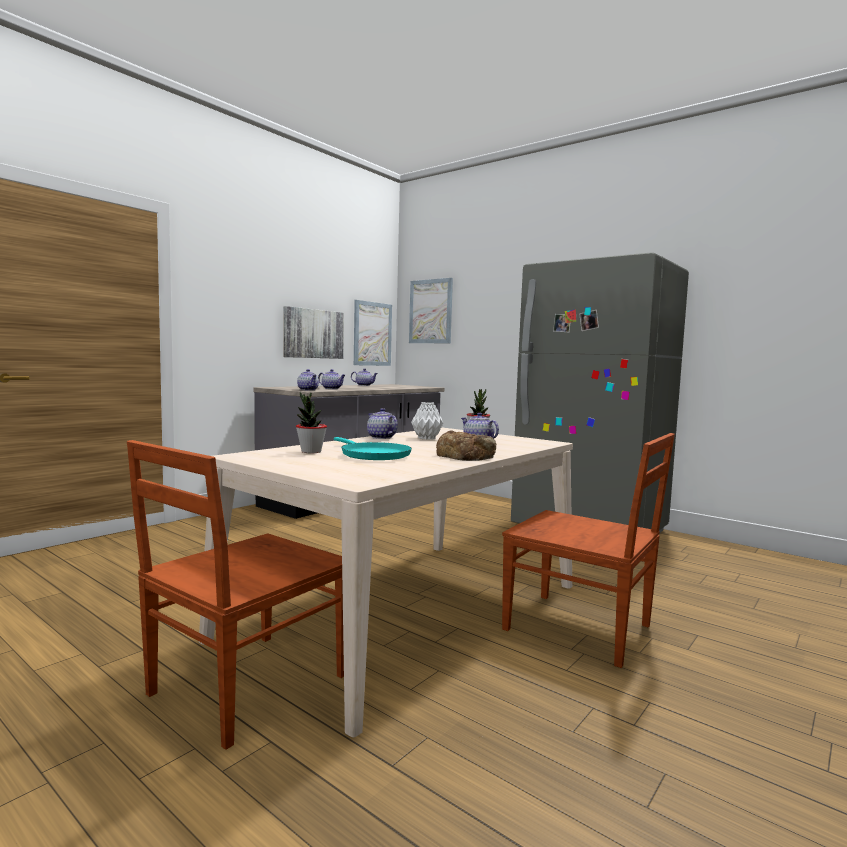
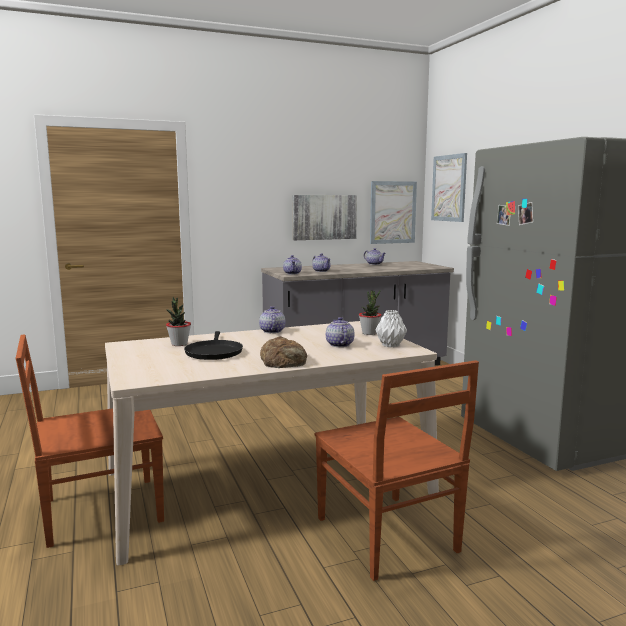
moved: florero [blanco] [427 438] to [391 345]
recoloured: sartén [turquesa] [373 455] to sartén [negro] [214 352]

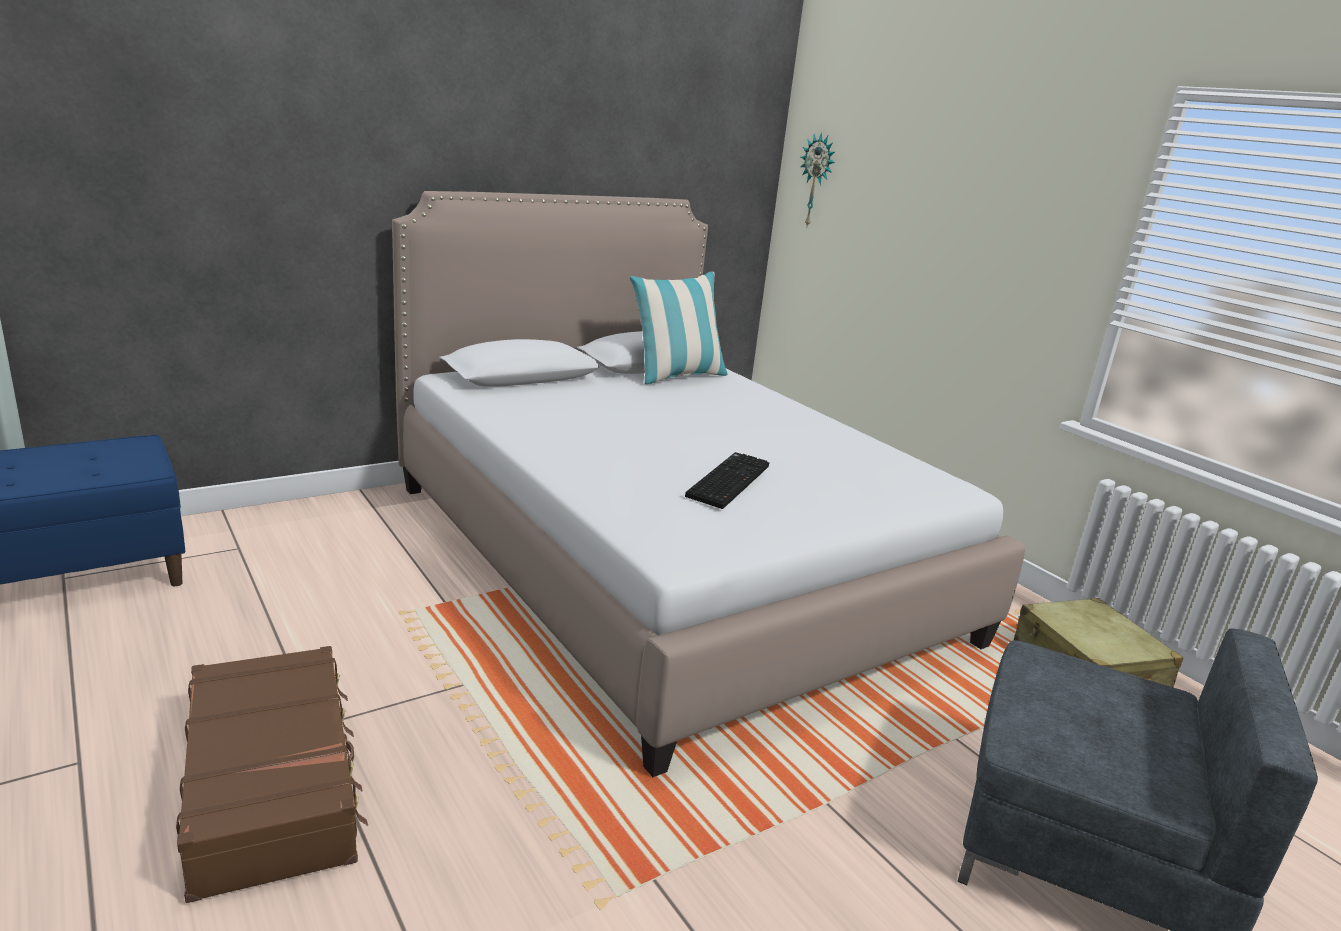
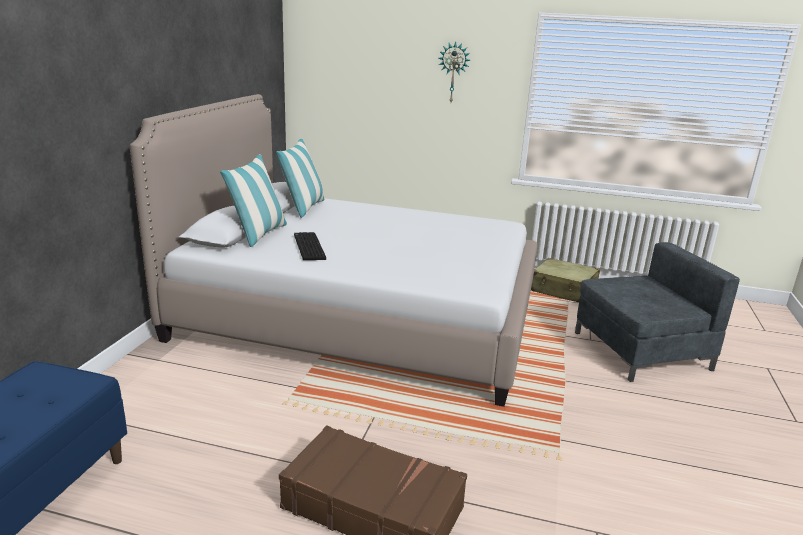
added: cojín [258 234]
moved: teclado [727 480] to [308 247]; reloj de pared [817 181] to [453 73]

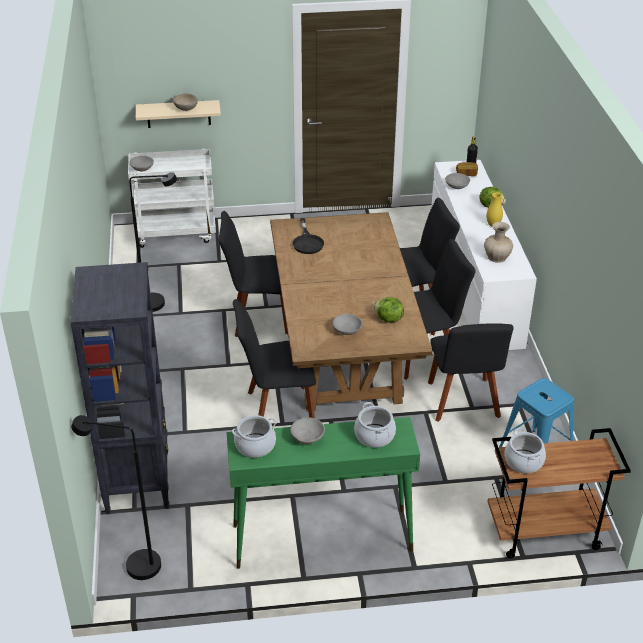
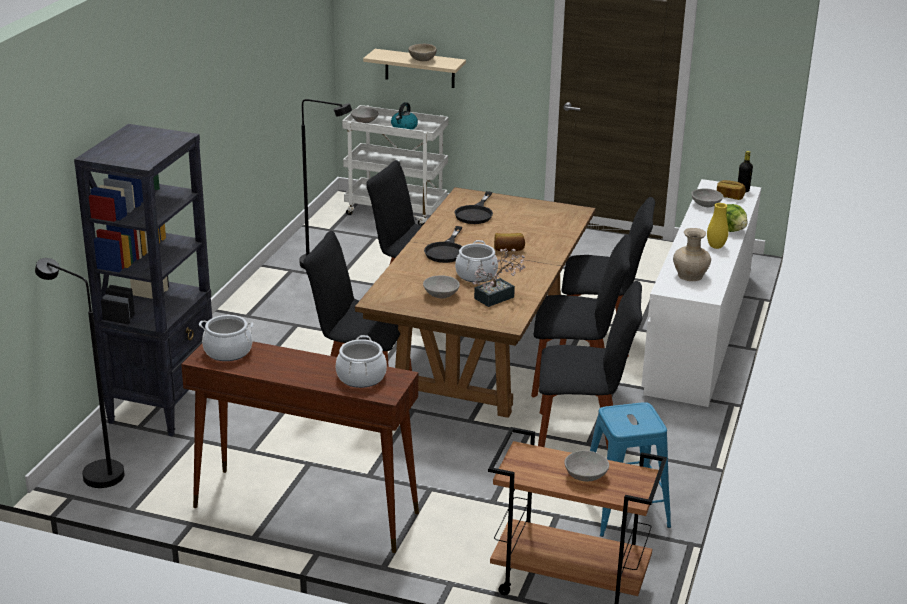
added: hervidor [404 127]; sartén [negro] [446 250]; pan [508 249]
moved: cuenco [gris] [307 438] to [585 476]; olla [523 461] to [476 275]
replaced: lechuga [388 319] to planta en maceta [498 296]
recoloured: mesa consola [verde] [321 538] to mesa consola [marrón] [304 509]
turned: silla [negro] [463 402] = [582 436] 105 degrees counterclockwise

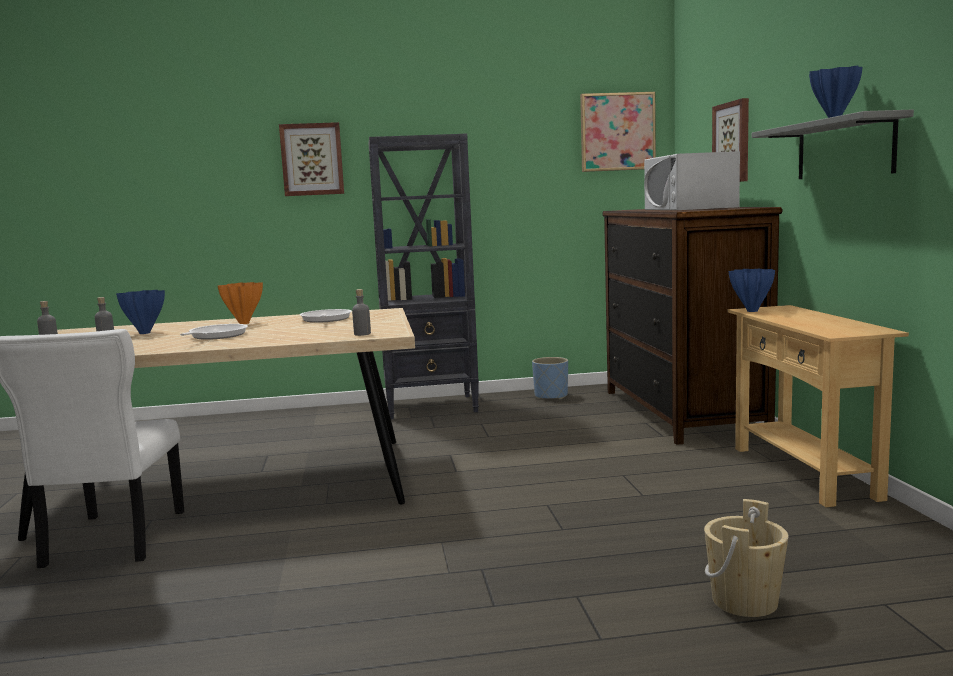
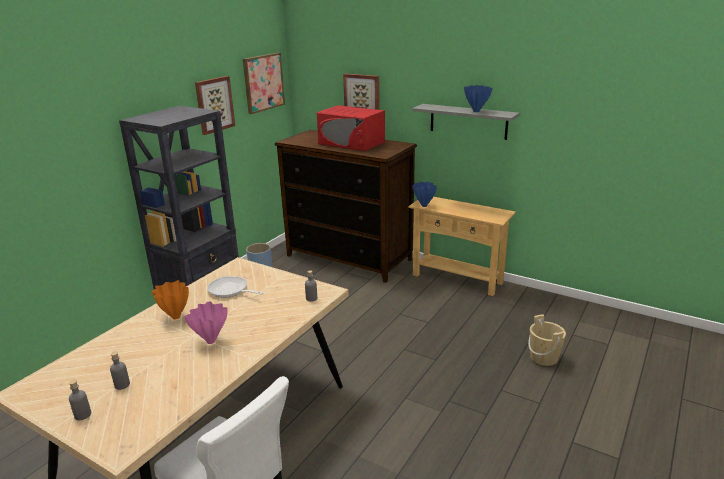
removed: florero [azul] [145 333]
moved: cuadro [312 159] to [214 104]
replaced: sartén [215 336] to florero [rosa] [212 341]
recoloured: microondas [blanco] [689 208] to microondas [rojo] [351 143]

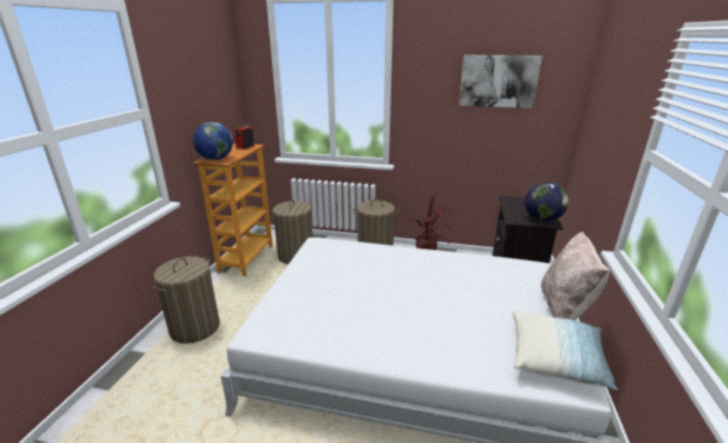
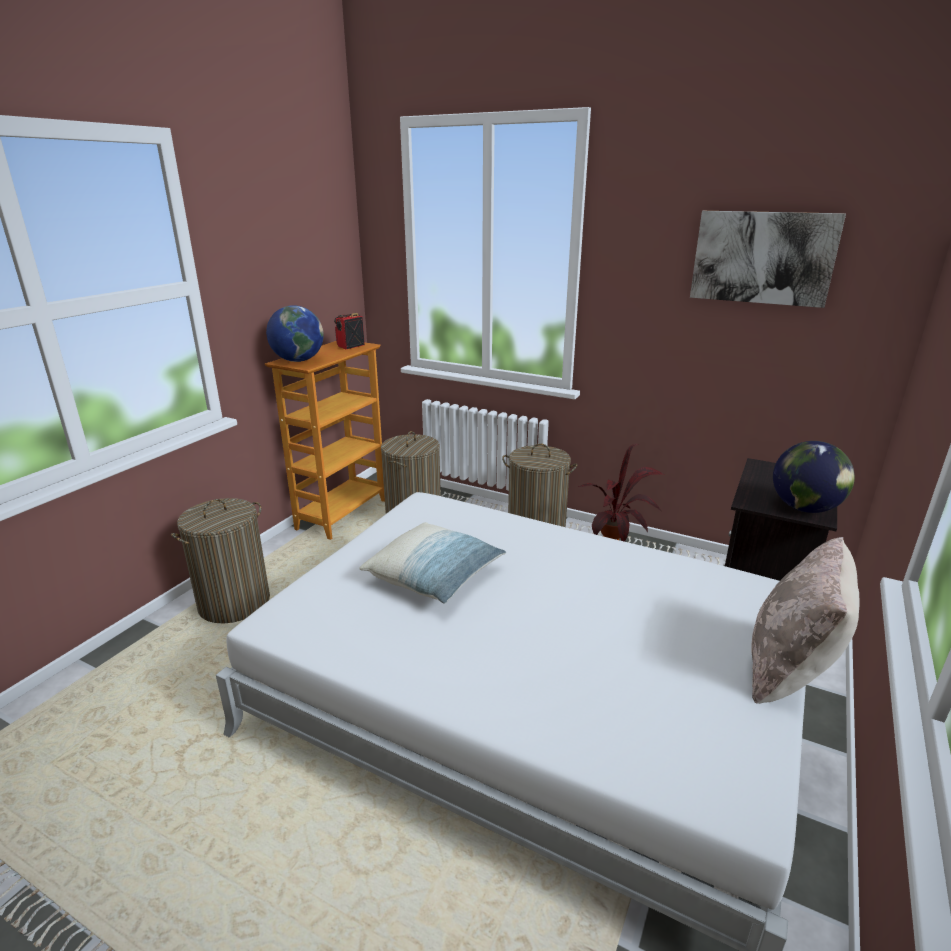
moved: cojín [555 359] to [434 577]

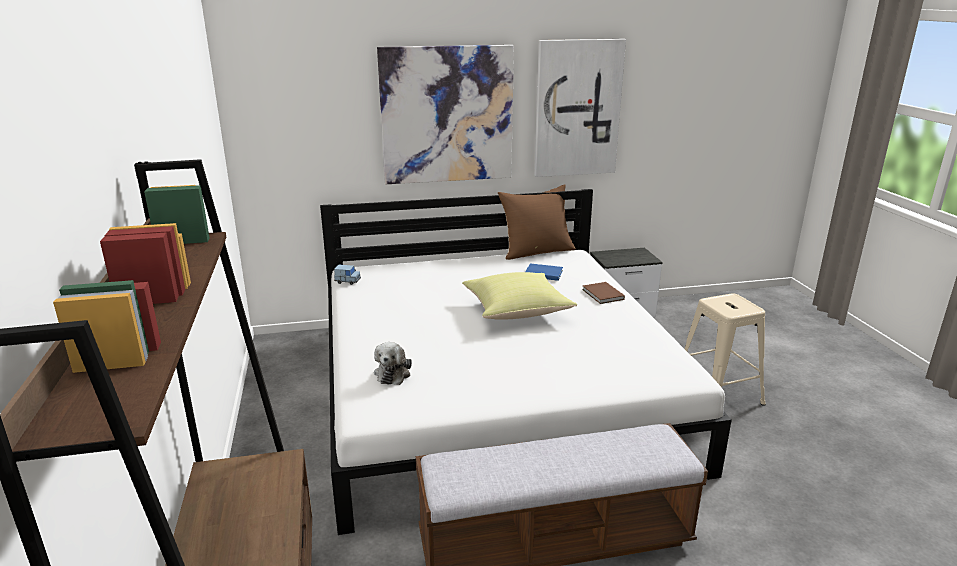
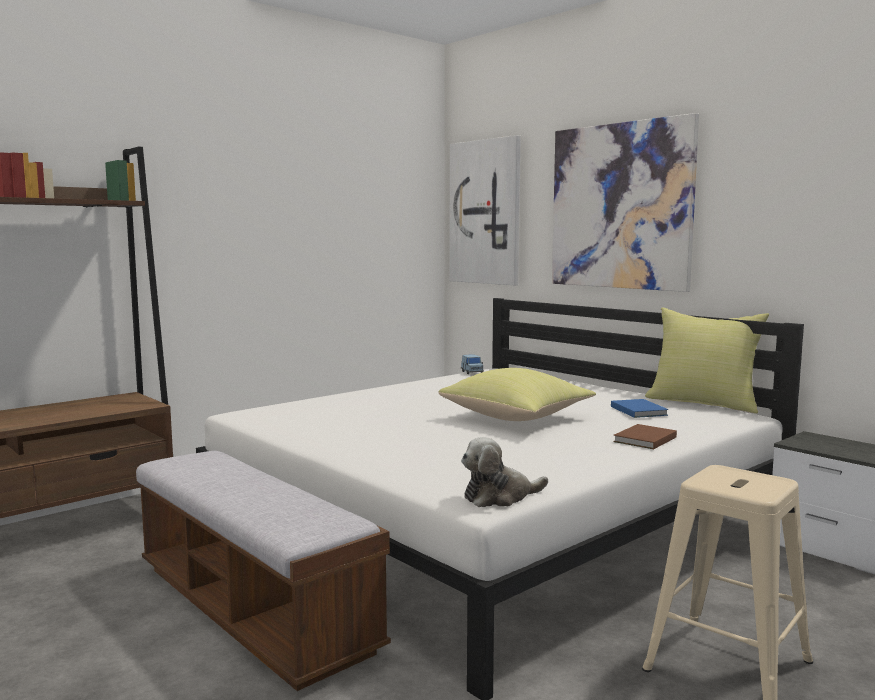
moved: peluche [393 373] to [499 497]; cuadro [577 108] to [485 212]
recoloured: cojín [marrón] [536 251] to cojín [amarillo] [703 403]

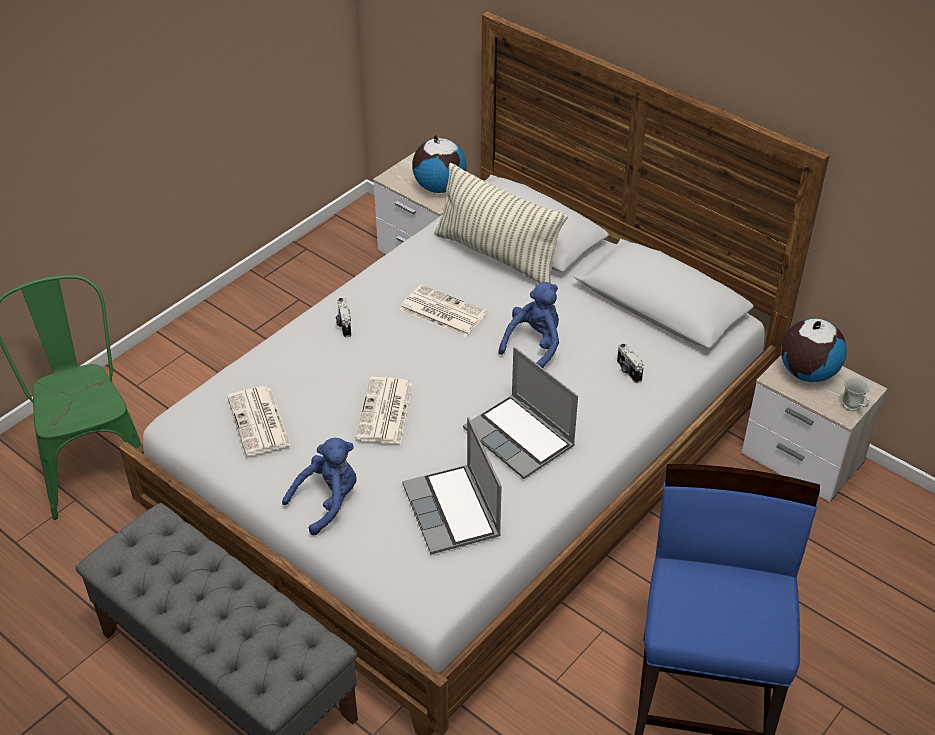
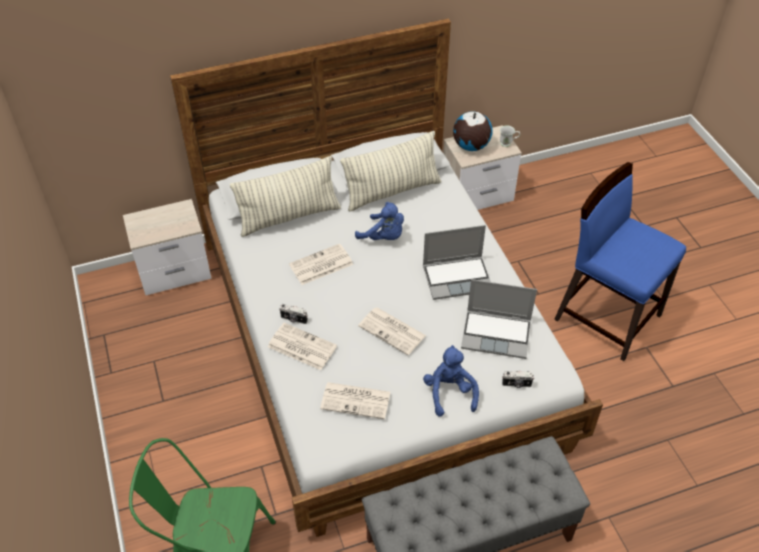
removed: globo terráqueo [439 187]
added: periódico [301 346]; cojín [392 191]
moved: cámara [628 371] to [516 384]
turned: peluche [azul] [534 345] = [383 237] 150 degrees clockwise

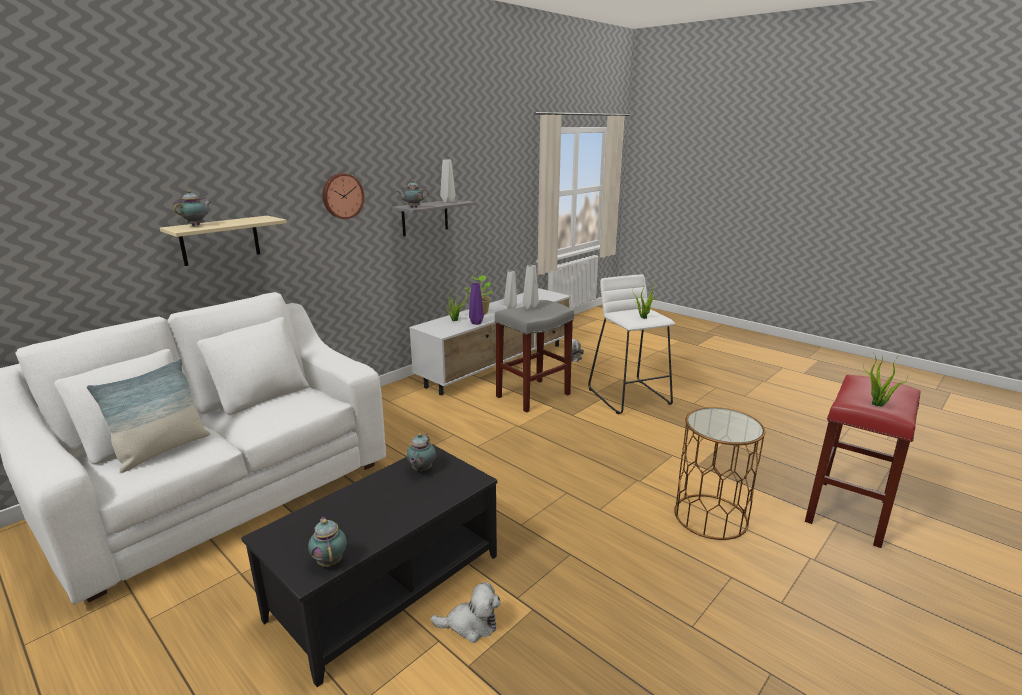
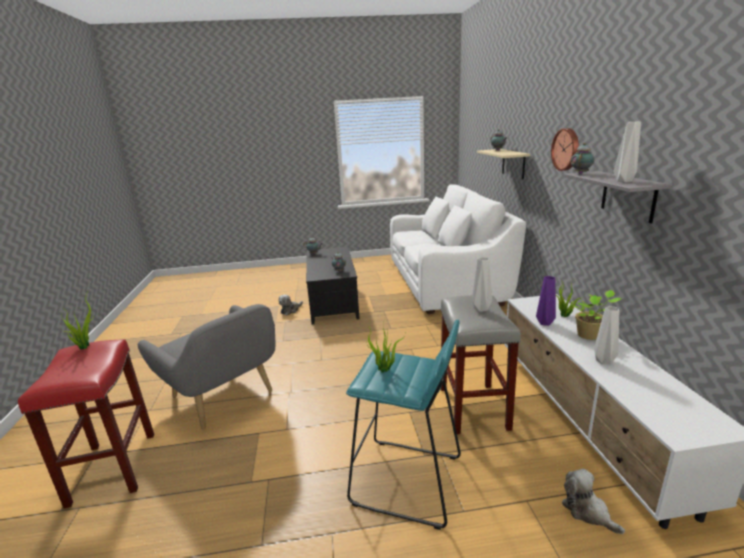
removed: cojín [162 451]
replaced: mesa auxiliar [marrón] [710 516] to sillón [gris] [224 398]
recoloured: taburete [blanco] [629 396] to taburete [turquesa] [407 481]

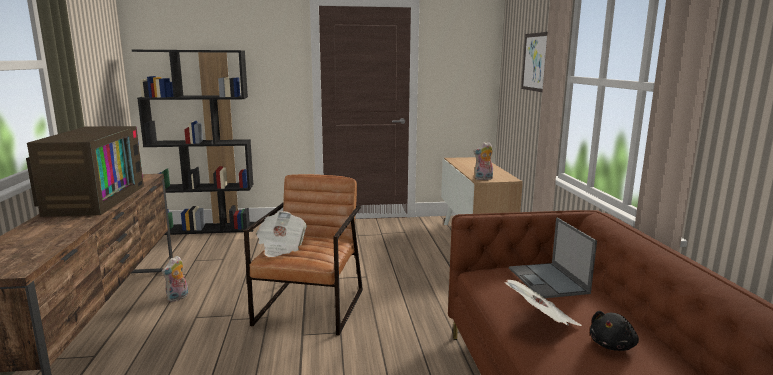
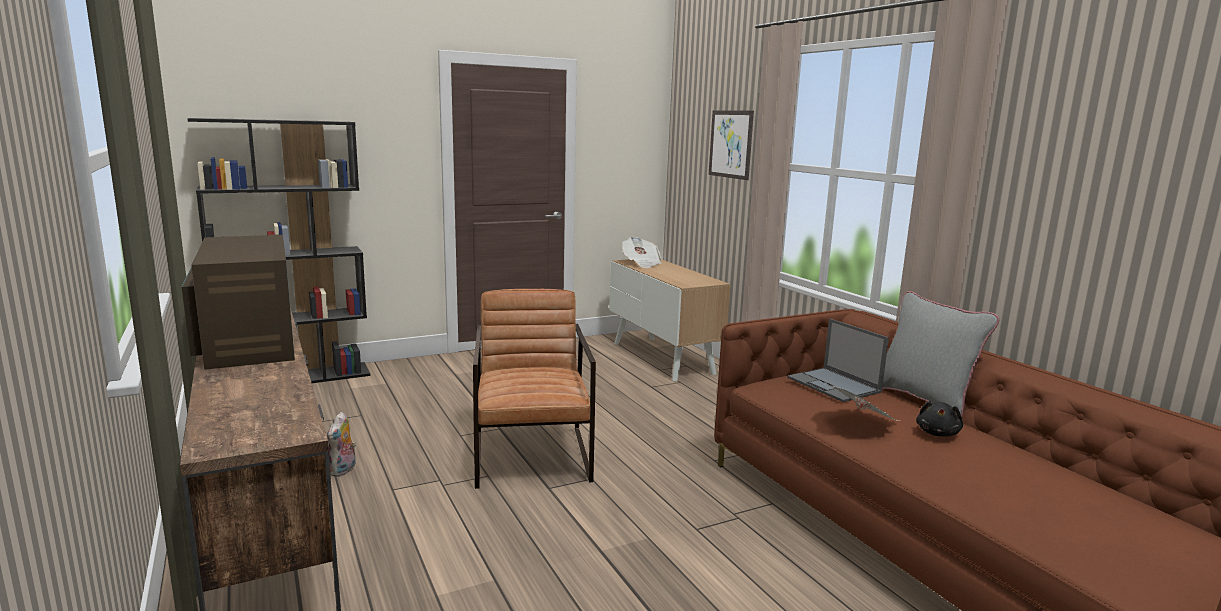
removed: peluche [483 179]
added: cojín [gris] [923 400]
moved: periódico [281 247] to [641 264]

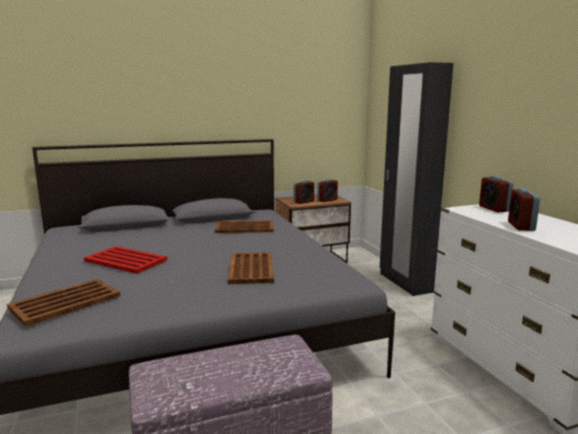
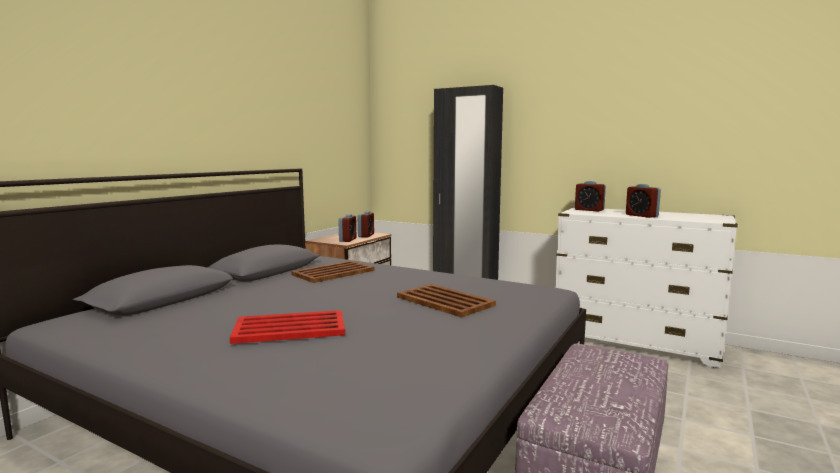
removed: bandeja [marrón] [64 302]

